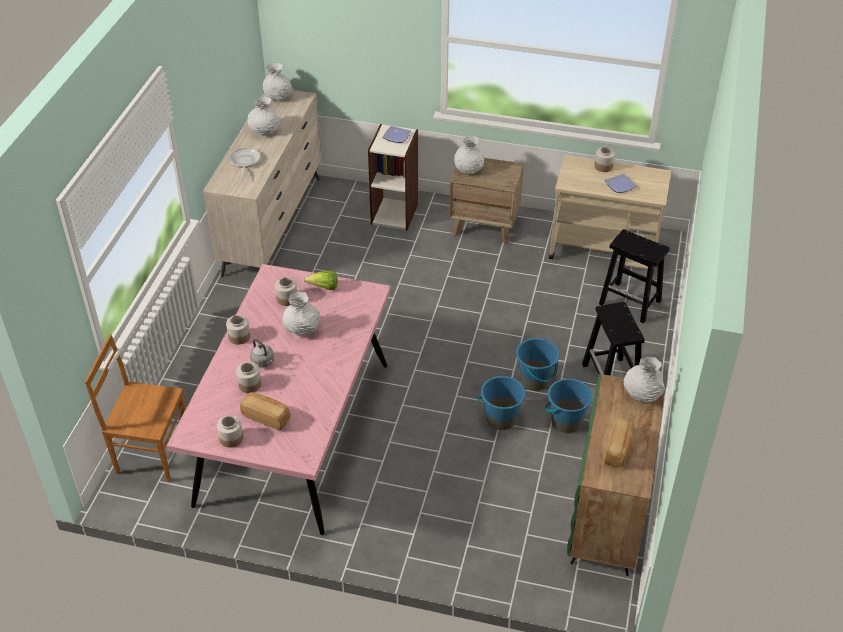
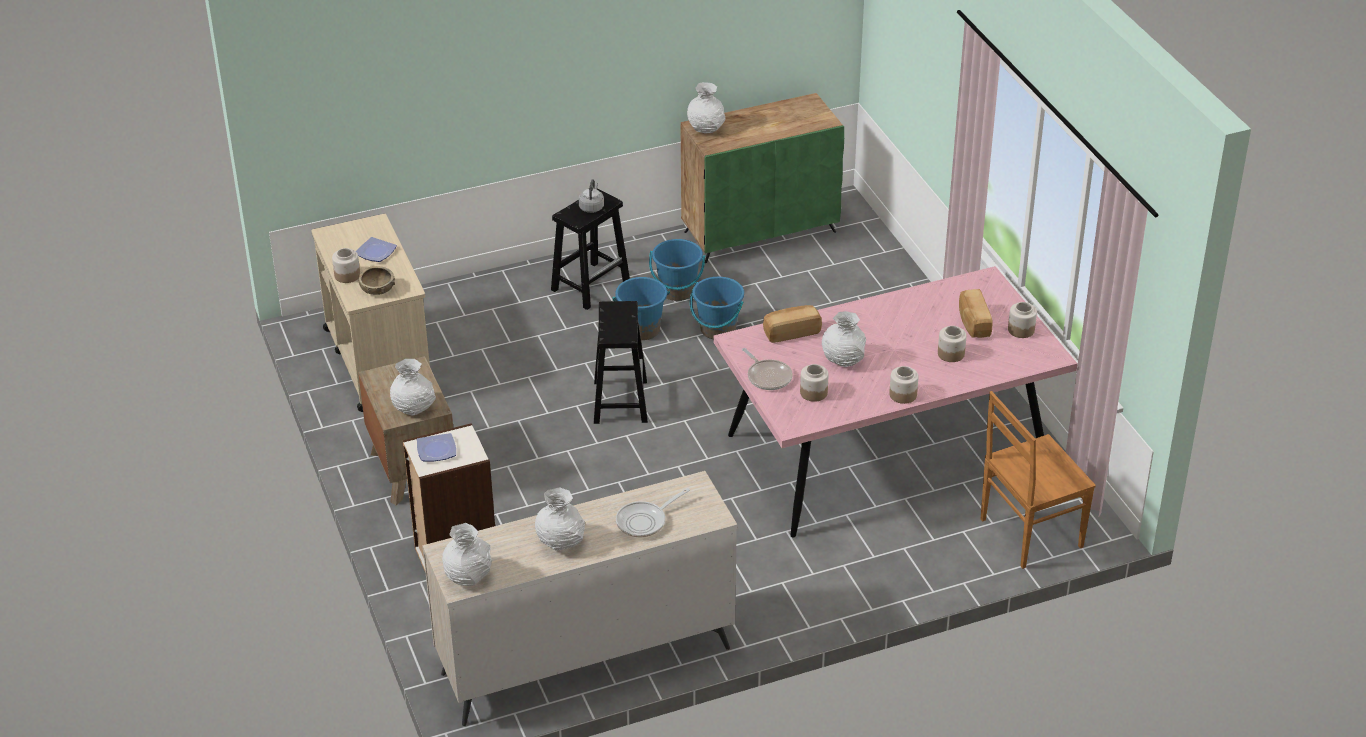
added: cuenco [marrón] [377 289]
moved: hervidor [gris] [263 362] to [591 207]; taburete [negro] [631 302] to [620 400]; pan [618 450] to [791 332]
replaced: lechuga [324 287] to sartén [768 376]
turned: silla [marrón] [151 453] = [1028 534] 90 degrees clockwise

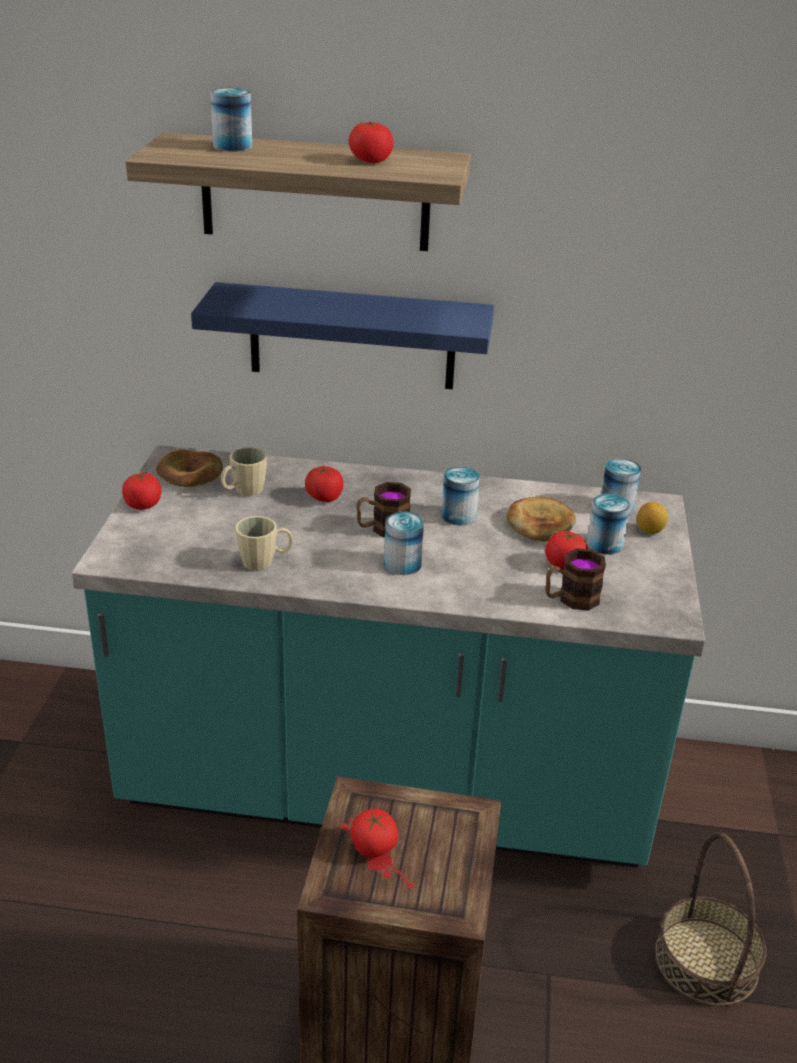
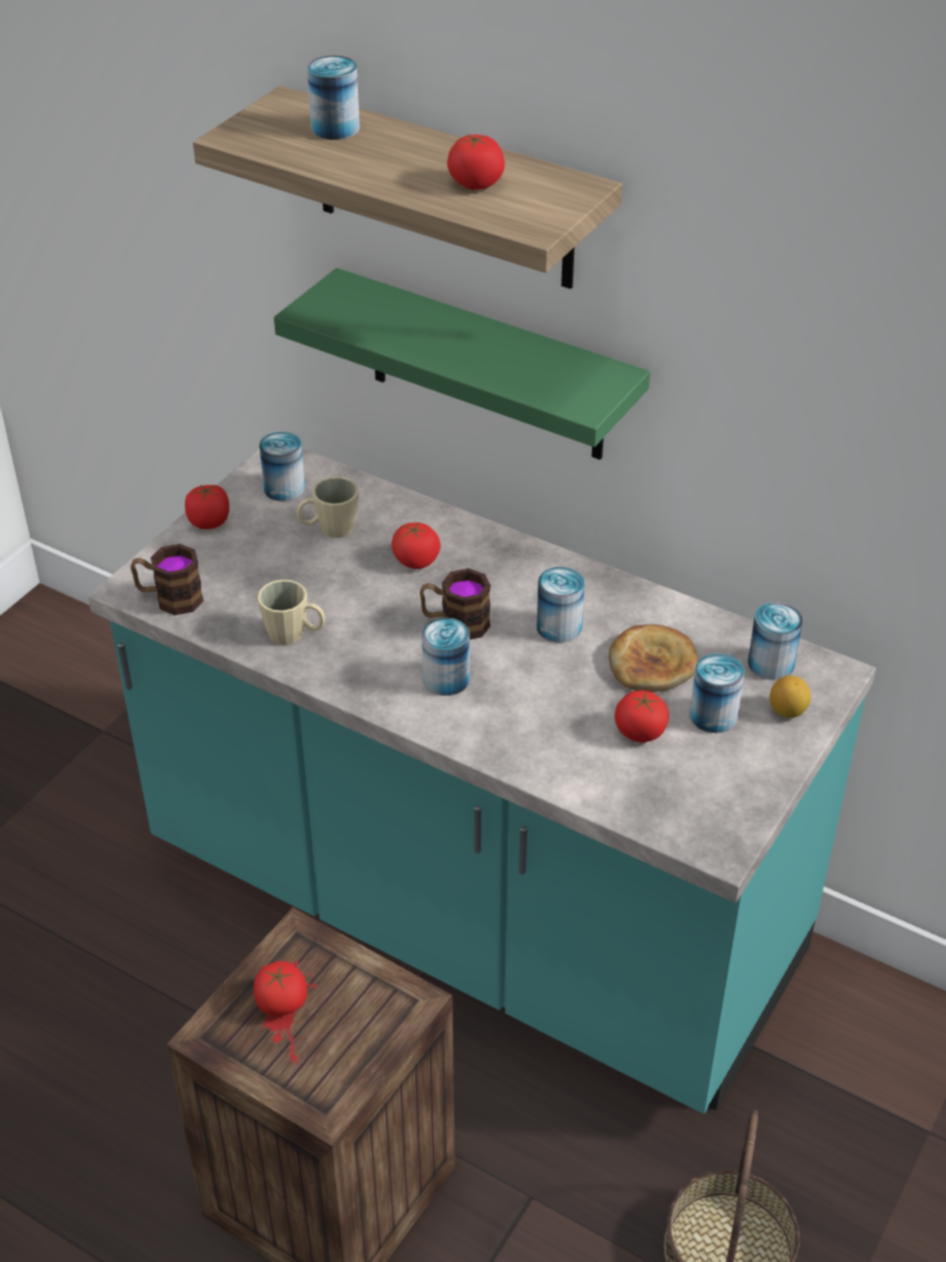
moved: taza grande [571 599] to [169 598]
replaced: pan [189 473] to lata [284 488]
recoloured: estante [azul] [352 336] to estante [verde] [486 367]

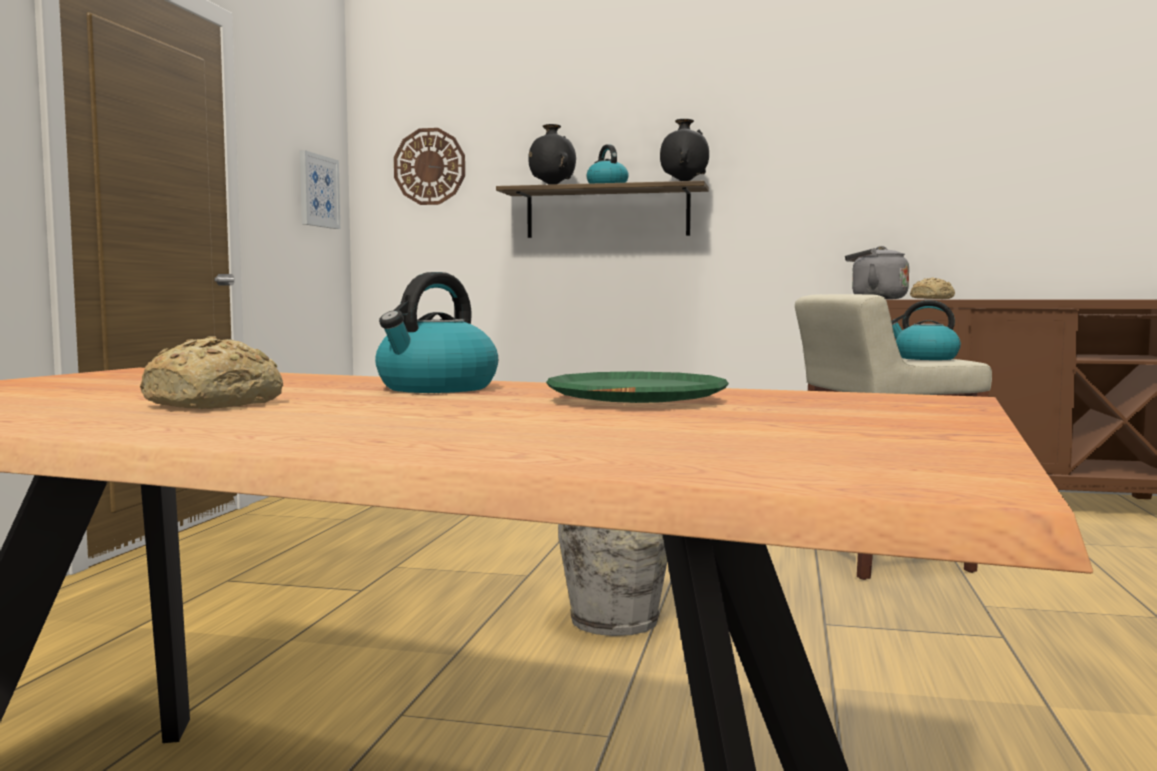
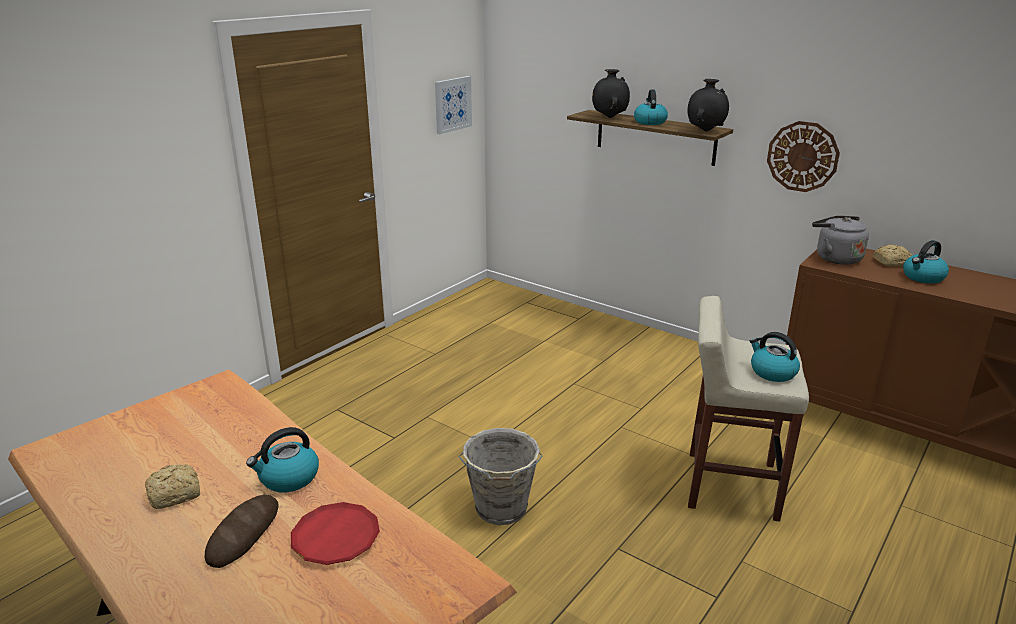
added: pan [244 534]; hervidor [923 277]
moved: reloj de pared [429 166] to [802 156]
recoloured: plato [verde] [636 399] to plato [rojo] [336 538]

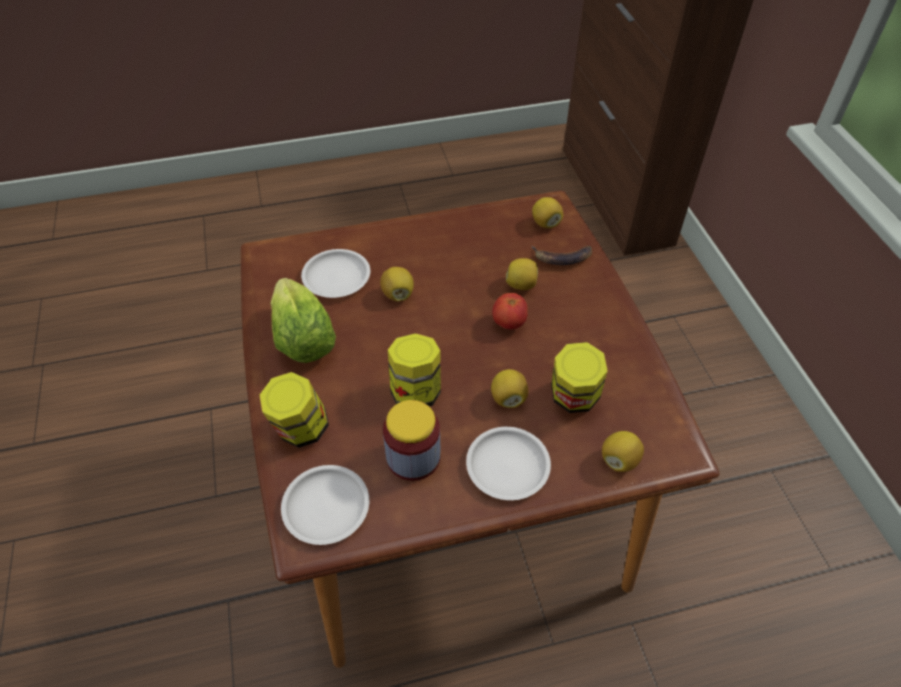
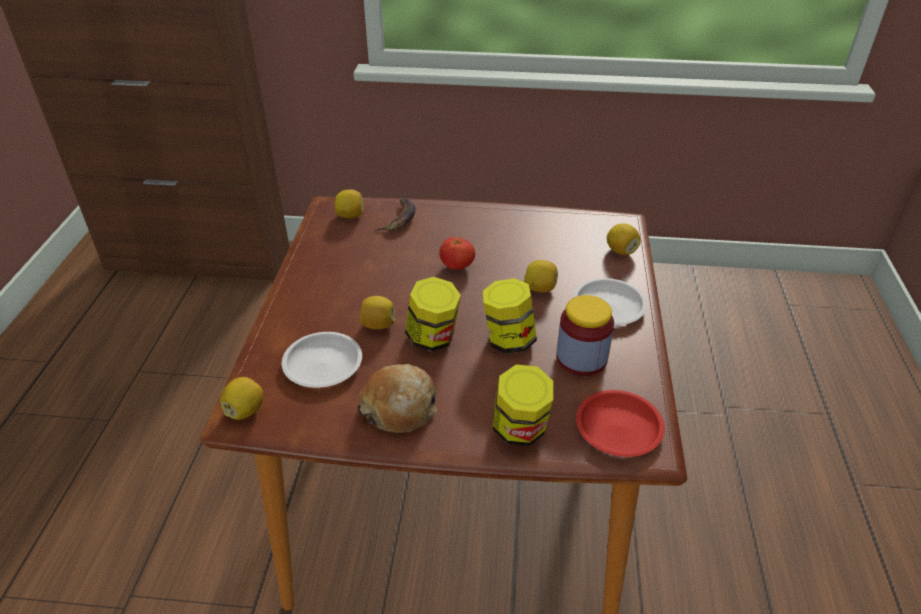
moved: limón [521 285] to [245 410]; tarro [573 398] to [433 338]
replaced: lechuga [303 340] to pan [399 407]
recoloured: plato [blanco] [327 507] to plato [rojo] [619 427]

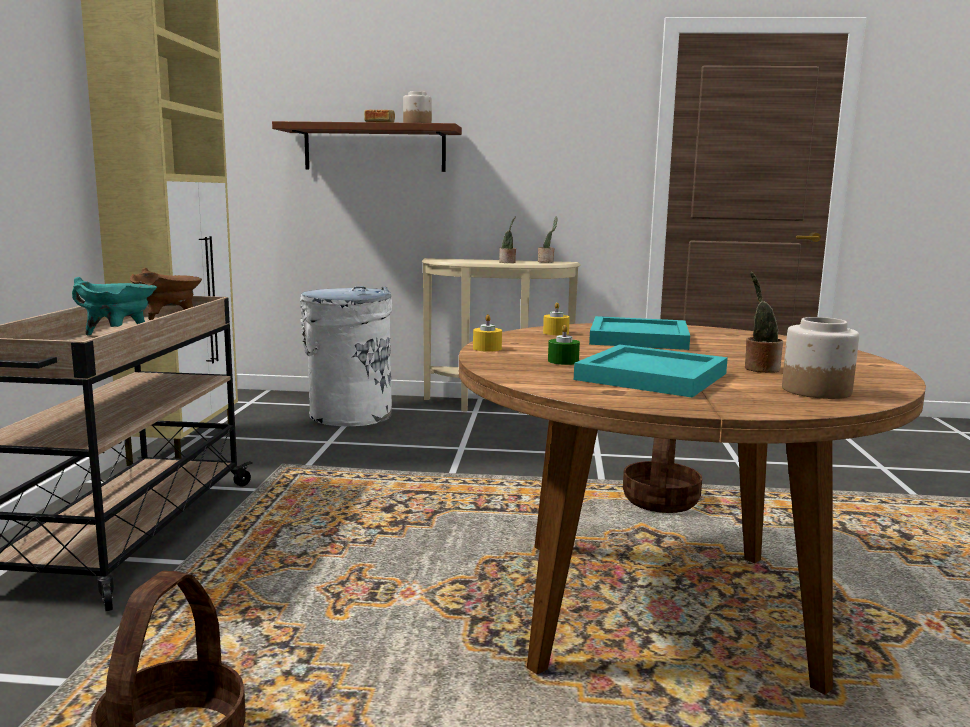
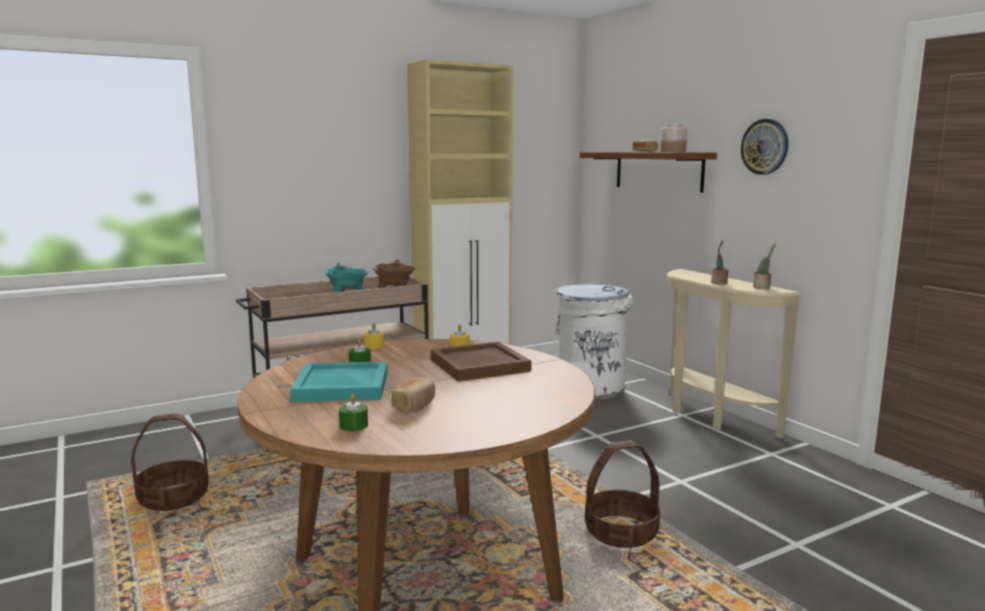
added: reloj de pared [765 147]
replaced: planta en maceta [759 368] to pan [415 405]; tarro [815 391] to vela [verde] [353 425]
recoloured: bandeja [turquesa] [637 338] to bandeja [marrón] [478 365]

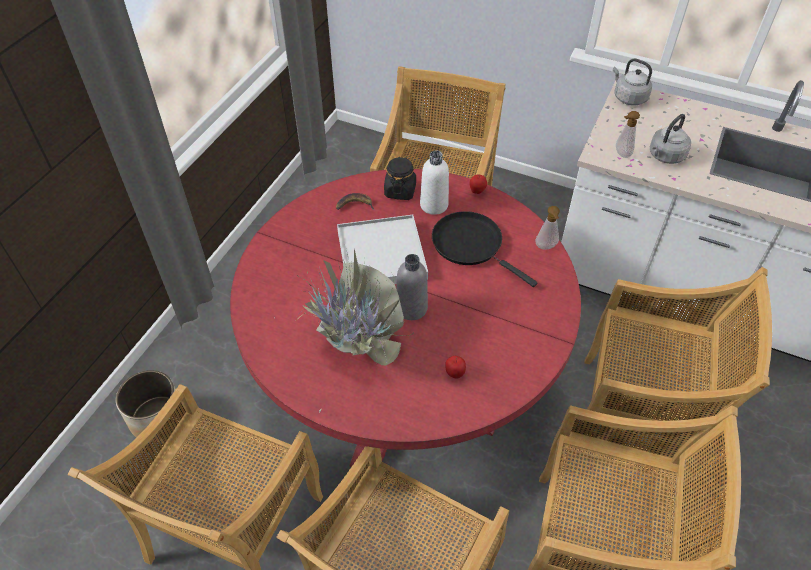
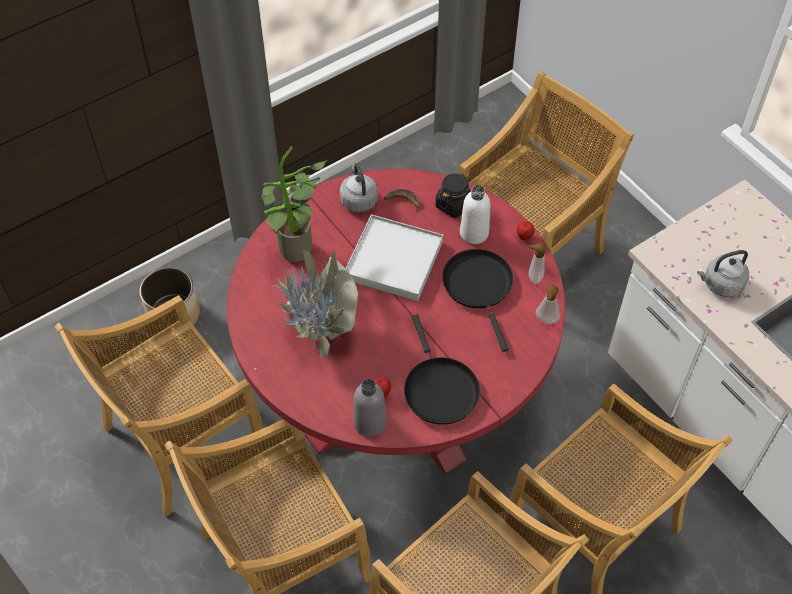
added: planta en maceta [297 253]; sartén [negro] [439 389]
moved: botella [gris] [411 308] to [370 423]; hervidor [gris] [628 97] to [358 199]; dispensador de jabón [621 154] to [533 277]

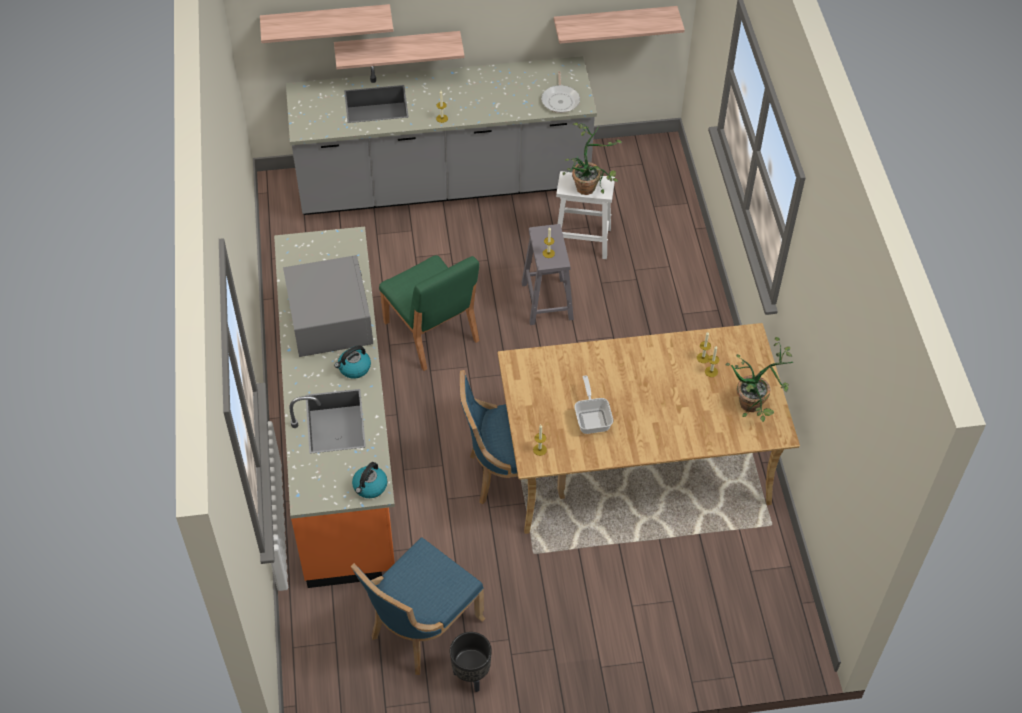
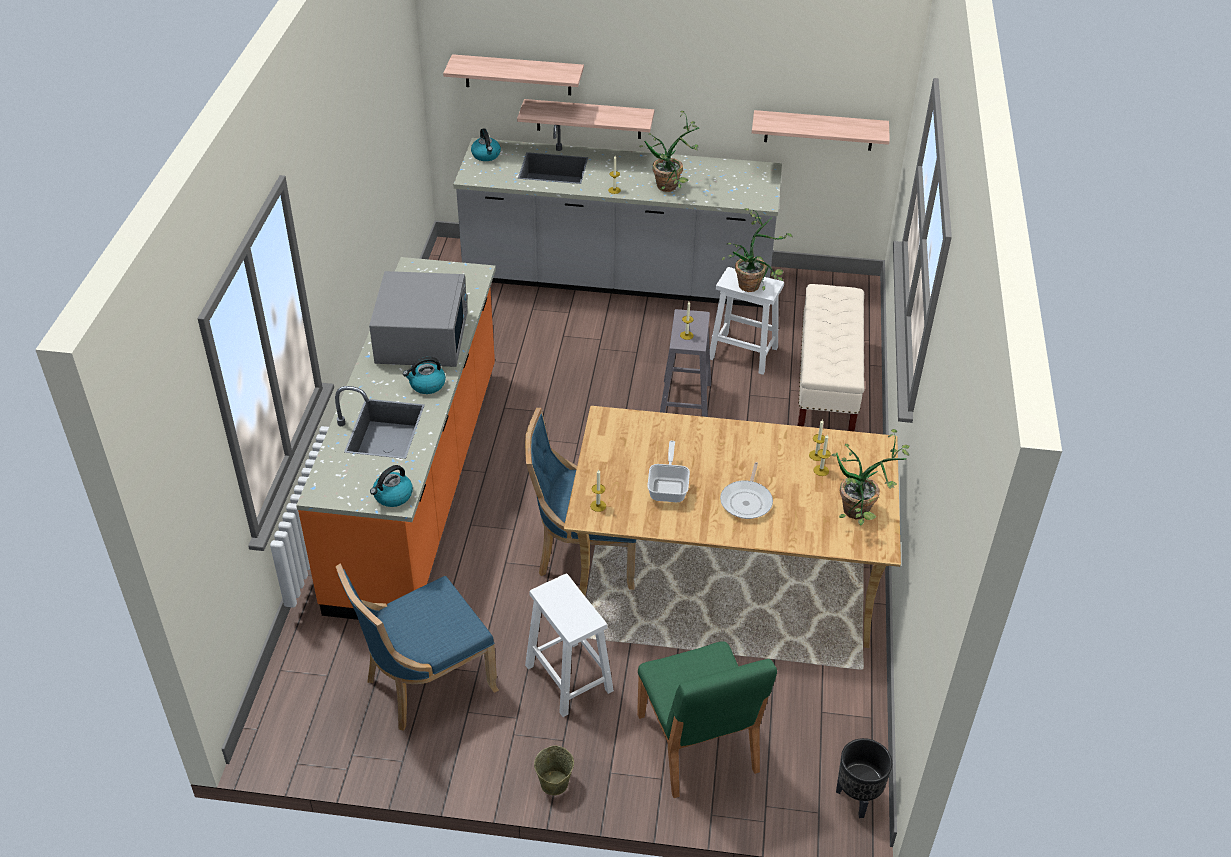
added: hervidor [486 155]; taburete [blanco] [567 677]; cubo [beis] [554 783]; planta en maceta [672 187]; banco [beis] [826 385]
moved: silla [verde] [431 332] to [697 744]; maceta [negro] [471 676] to [857 799]; sartén [560 100] to [747 501]

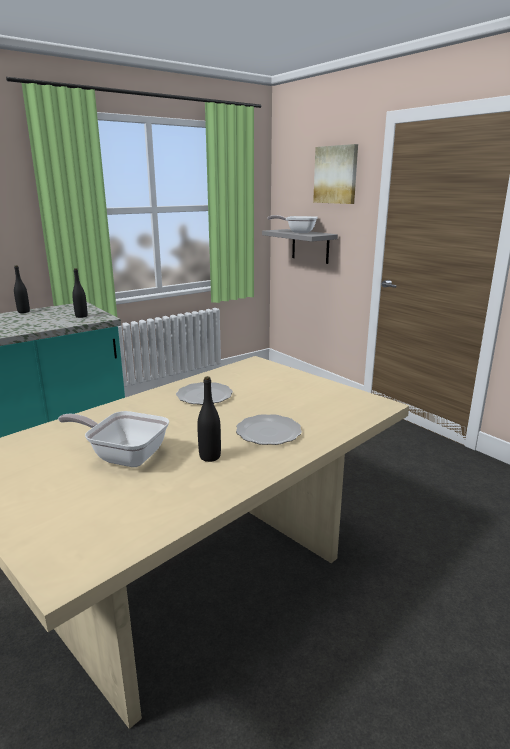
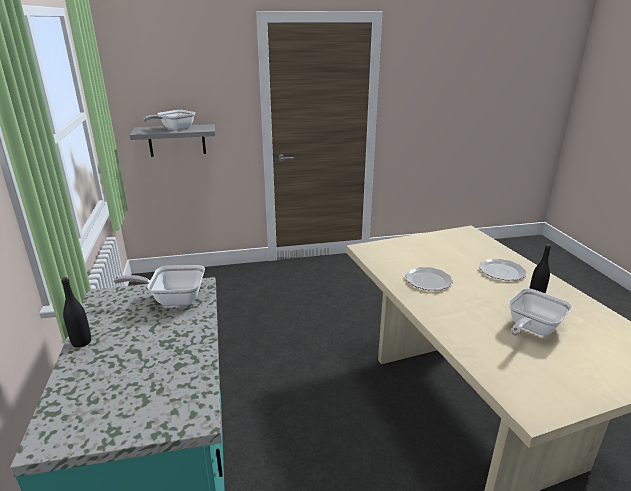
removed: cuadro [336 175]
replaced: botella [negro] [81 316] to sartén [173 299]

